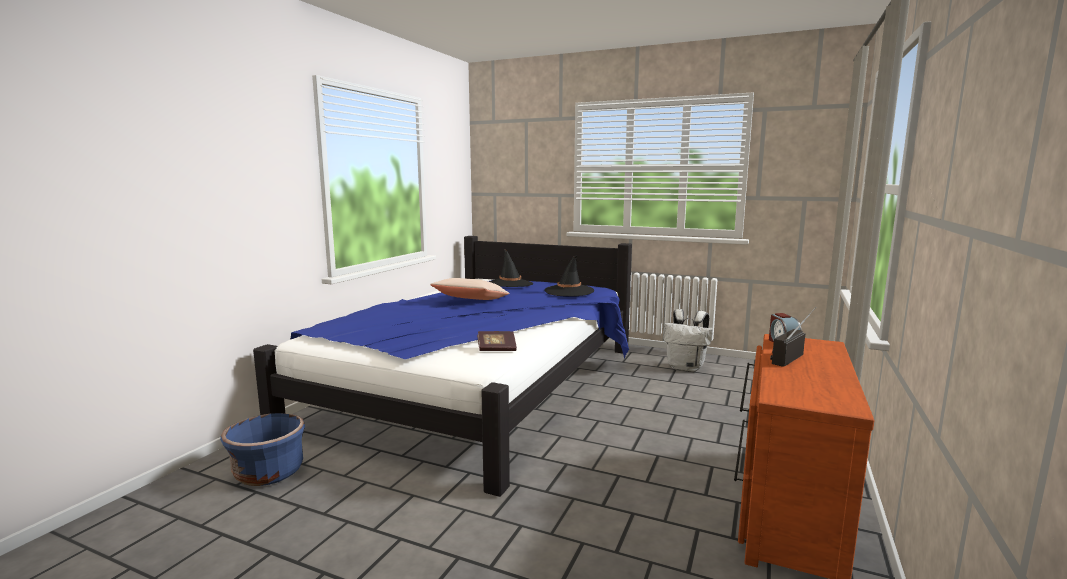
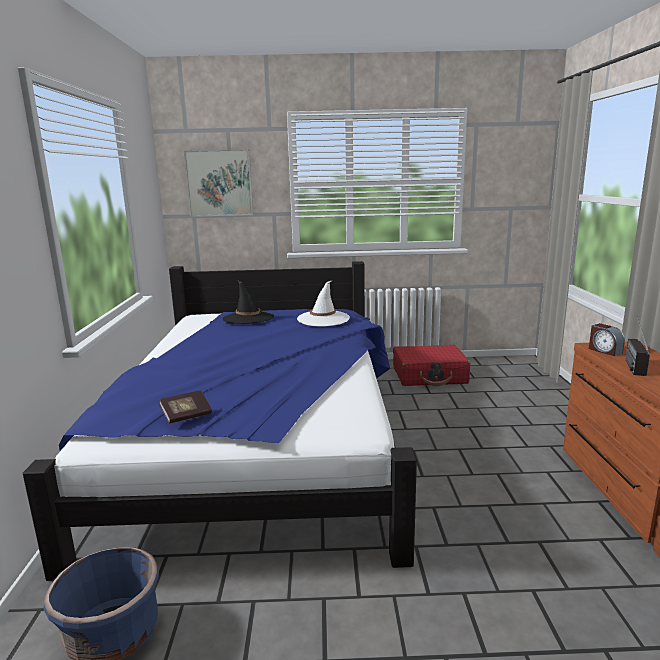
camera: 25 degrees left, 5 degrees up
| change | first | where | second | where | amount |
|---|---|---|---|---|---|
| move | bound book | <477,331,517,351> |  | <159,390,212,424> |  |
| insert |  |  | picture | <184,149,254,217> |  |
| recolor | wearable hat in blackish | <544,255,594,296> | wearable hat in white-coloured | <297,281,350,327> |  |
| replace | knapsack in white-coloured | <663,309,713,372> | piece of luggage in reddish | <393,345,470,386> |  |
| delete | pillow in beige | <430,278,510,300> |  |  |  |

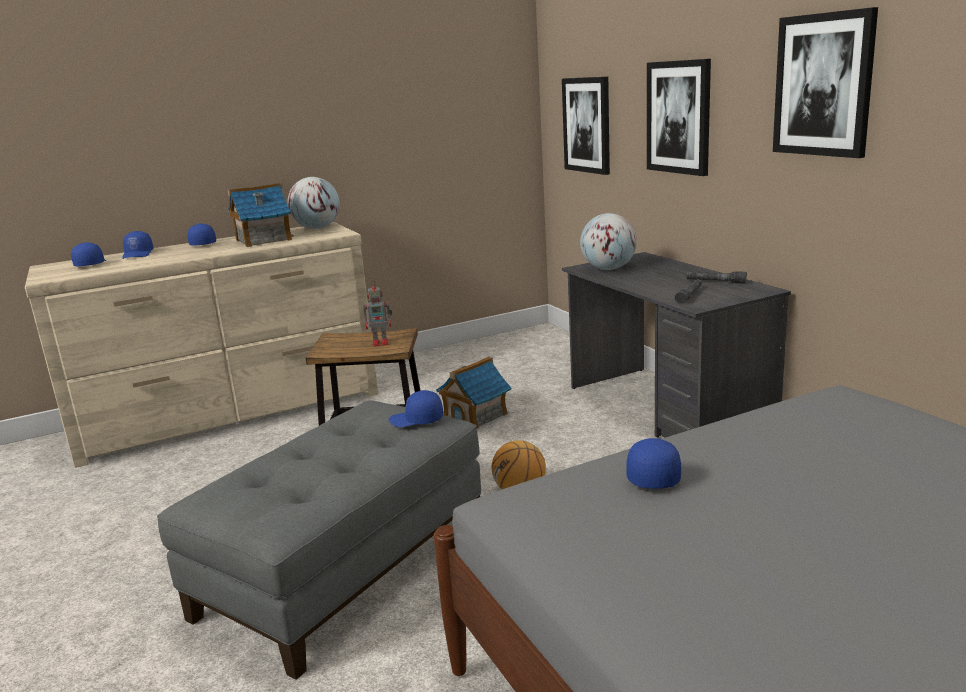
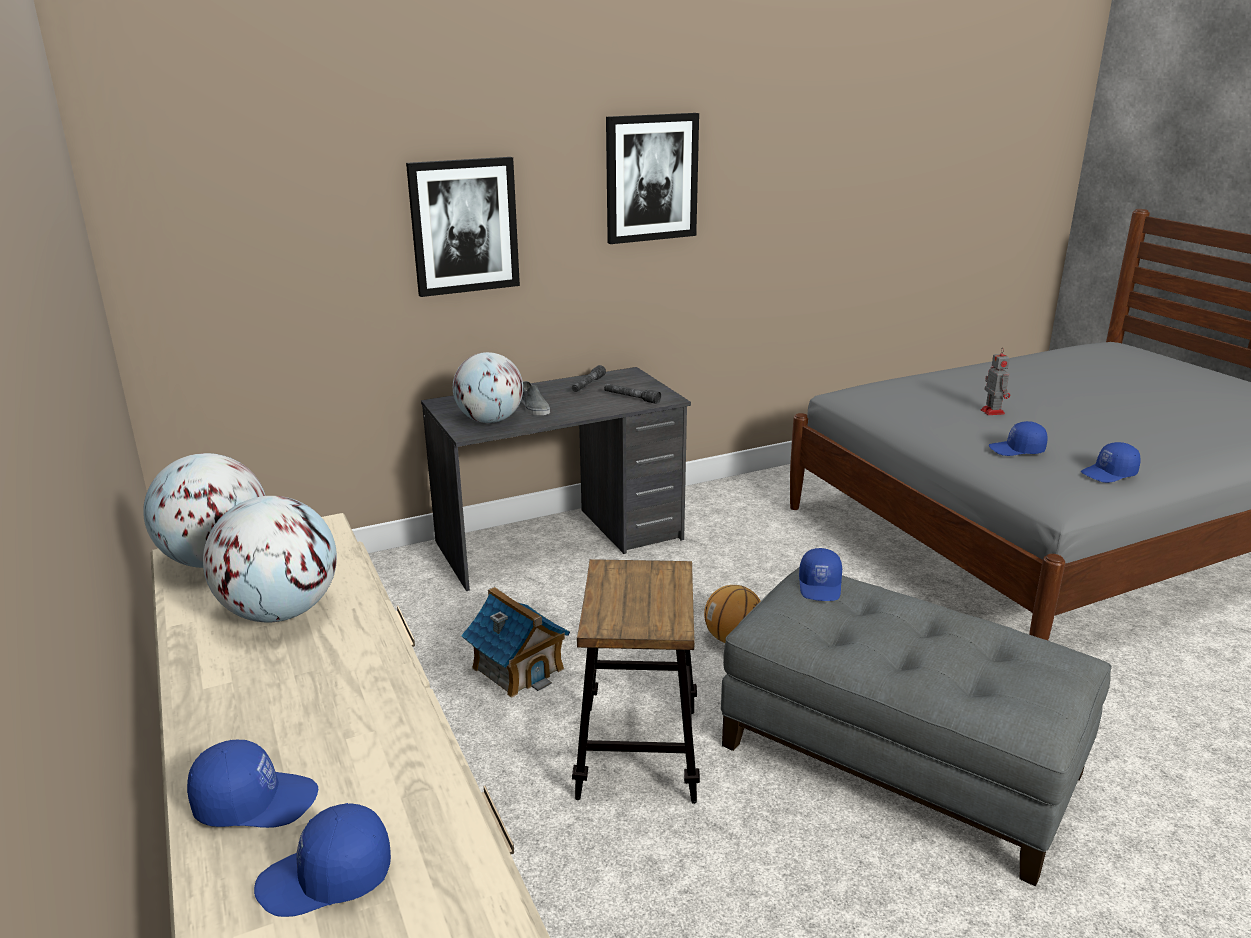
camera: 90 degrees left, 5 degrees up
| change | first | where | second | where | amount |
|---|---|---|---|---|---|
| replace | miniature house | <227,183,294,247> | world globe | <203,496,337,623> |  |
| insert |  |  | item of footwear in gray | <521,381,550,415> |  |
| move | toy robot | <363,281,392,347> |  | <981,349,1010,415> |  |
| move | cap in bluish | <188,223,216,246> |  | <1081,442,1141,483> |  |
| delete | picture | <562,77,610,175> |  |  |  |

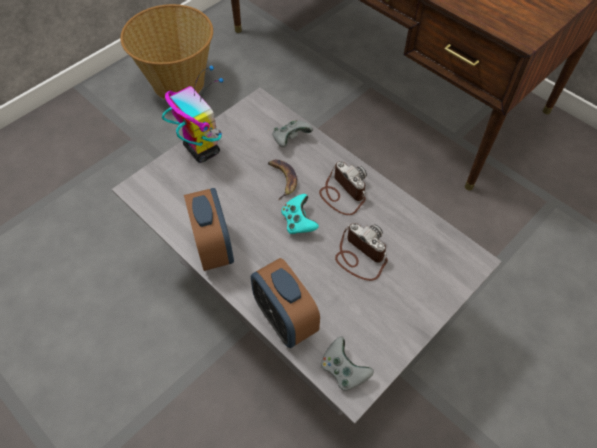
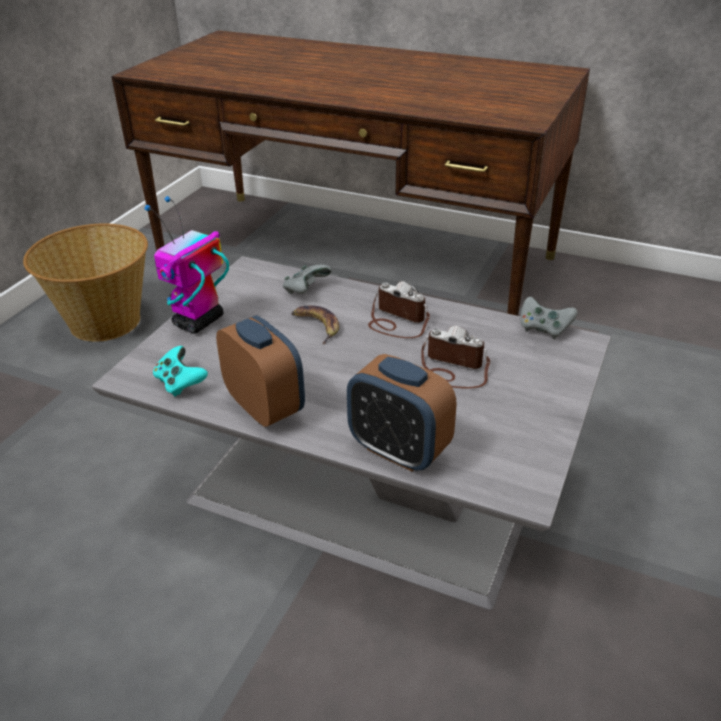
camera: 20 degrees left, 20 degrees down
| change | first | where | second | where | amount |
|---|---|---|---|---|---|
| rotate | toy robot | <162,66,224,163> |  | <145,196,229,334> | 90 degrees counterclockwise |
| move | gamepad in turquoise | <281,194,319,234> |  | <153,346,208,397> |  |
| move | gamepad in gray | <321,336,374,391> |  | <521,297,577,339> |  |

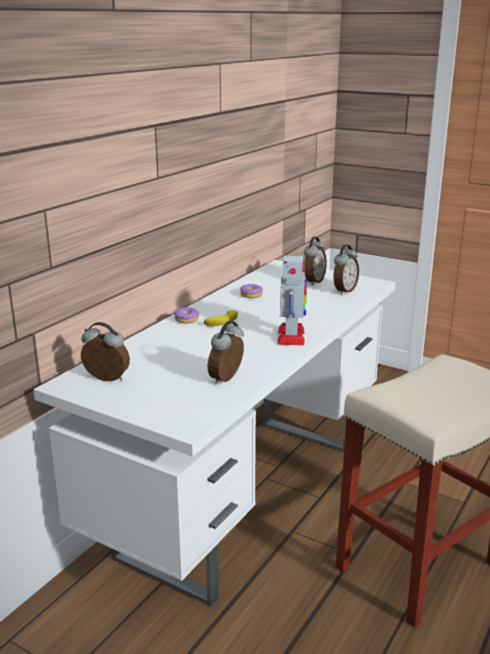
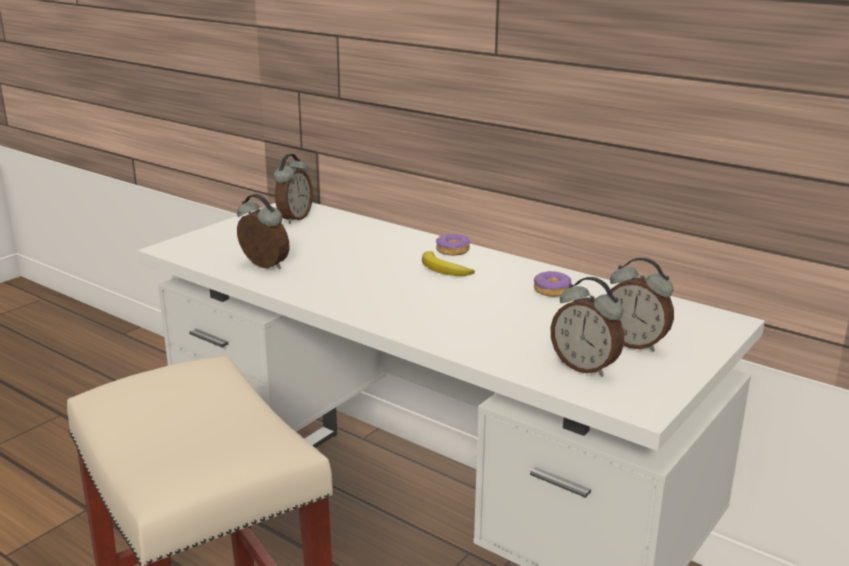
camera: 95 degrees right, 0 degrees up
| change | first | where | second | where | amount |
|---|---|---|---|---|---|
| delete | toy robot | <277,252,307,346> |  |  |  |

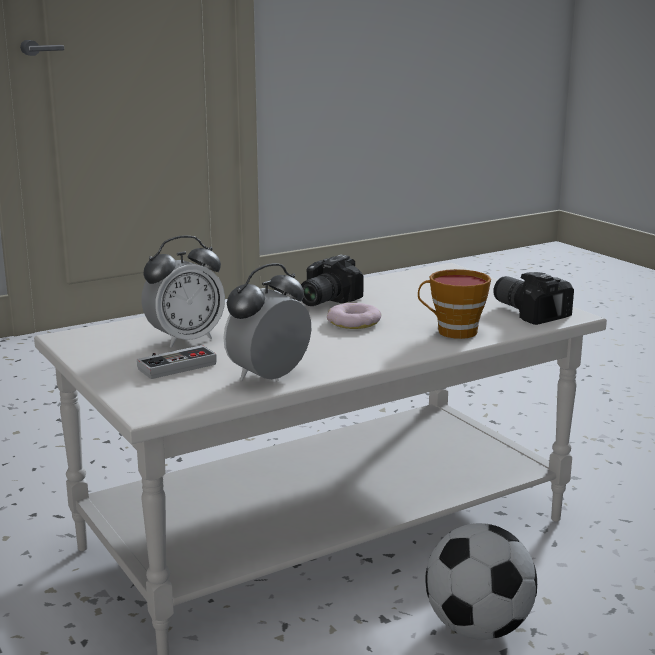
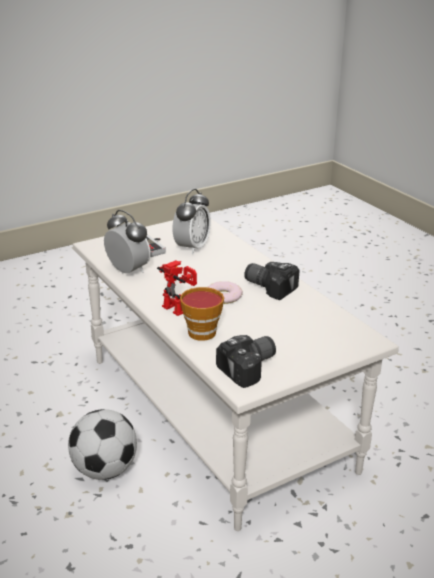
camera: 90 degrees right, 10 degrees up
| change | first | where | second | where | amount |
|---|---|---|---|---|---|
| insert |  |  | toy robot | <157,260,197,316> |  |
| rotate | alarm clock | <141,236,225,348> |  | <172,189,211,254> | 120 degrees counterclockwise |

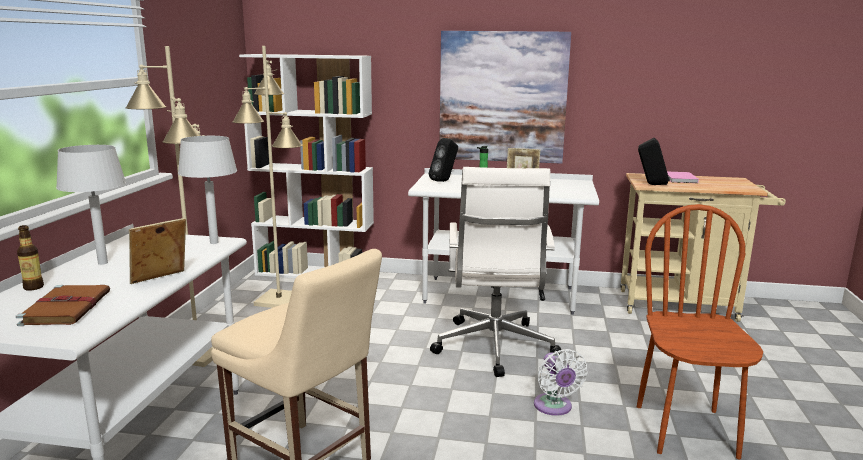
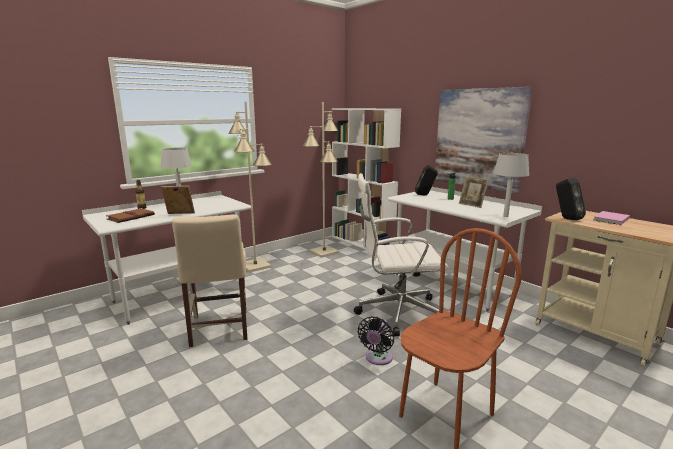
camera: 40 degrees right, 0 degrees up
| change | first | where | second | where | amount |
|---|---|---|---|---|---|
| rotate | computer chair in white-coloured | <430,167,561,377> |  | <354,173,448,336> | 45 degrees clockwise |
| recolor | fan in white-coloured | <534,349,588,416> | fan in blackish | <358,316,394,365> |  |
| move | lamp for a table in gray | <178,136,237,244> |  | <493,153,529,217> |  |

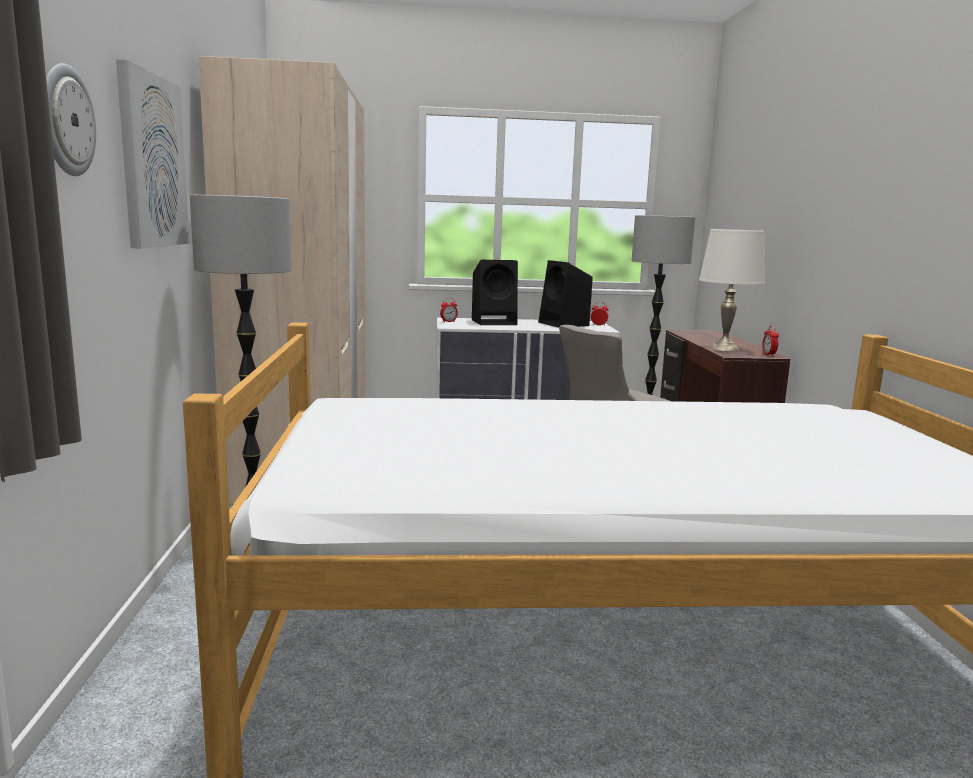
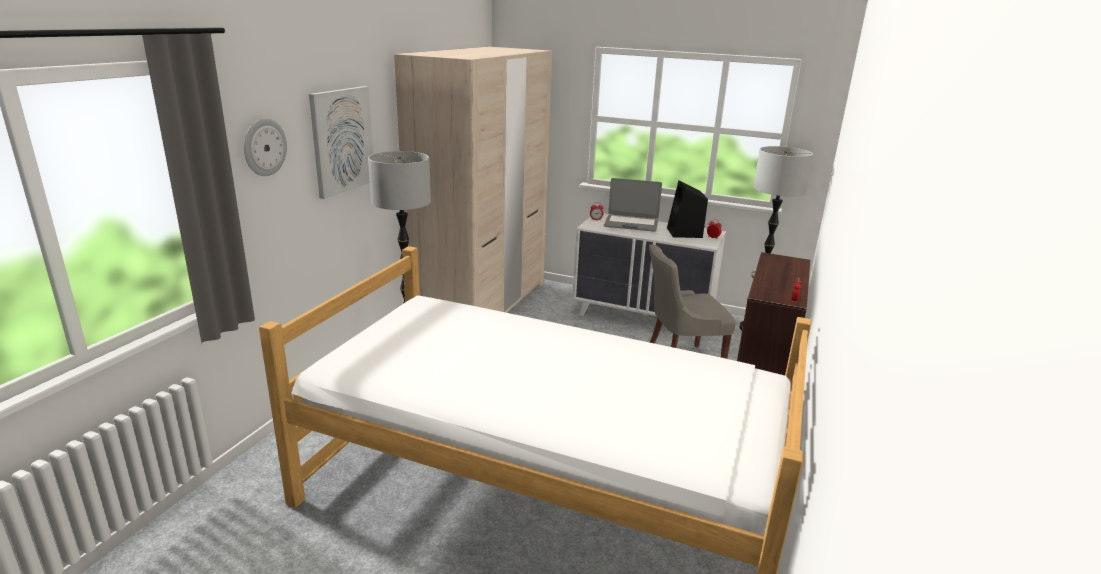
camera: 25 degrees right, 10 degrees up
| change | first | where | second | where | amount |
|---|---|---|---|---|---|
| replace | speaker in blackish | <472,260,518,325> | portable computer | <604,178,662,232> |  |
| delete | lamp for a table in white-coloured | <699,229,765,351> |  |  |  |

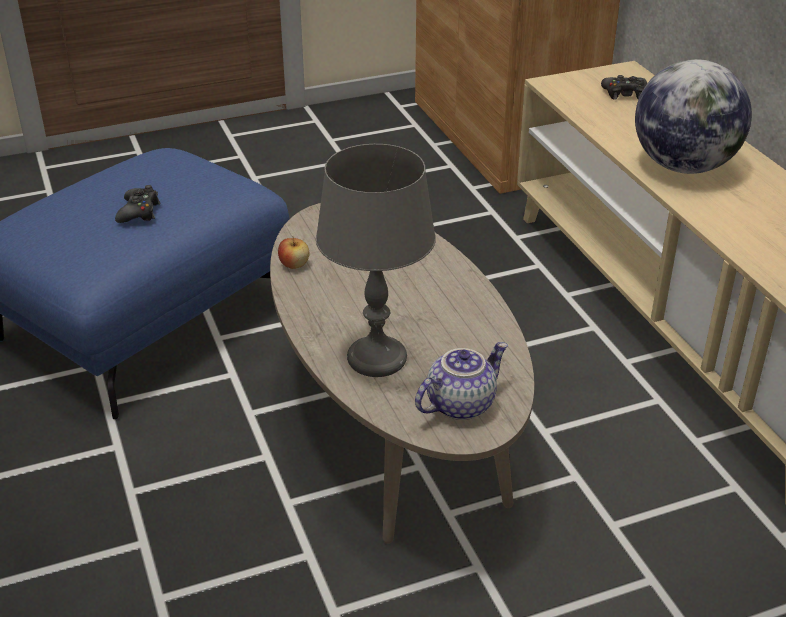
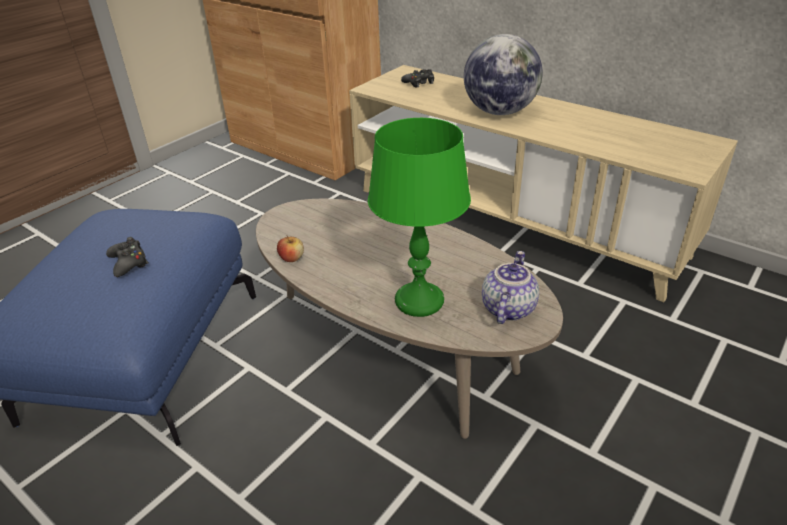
camera: 30 degrees left, 0 degrees up
| change | first | where | second | where | amount |
|---|---|---|---|---|---|
| recolor | lamp for a table in gray | <316,144,436,377> | lamp for a table in green | <368,118,471,317> |  |

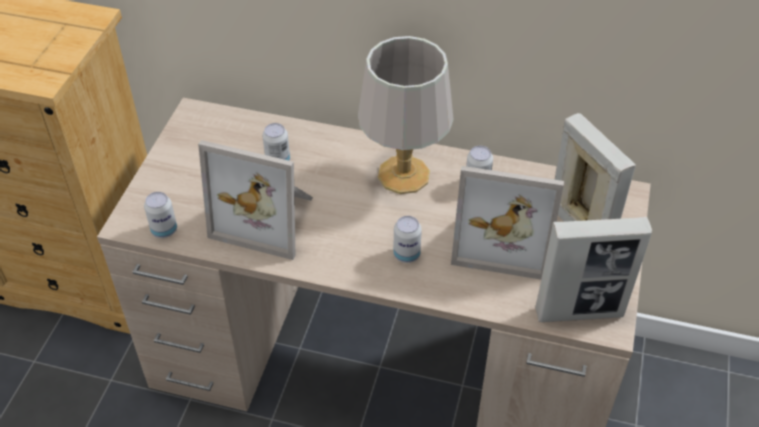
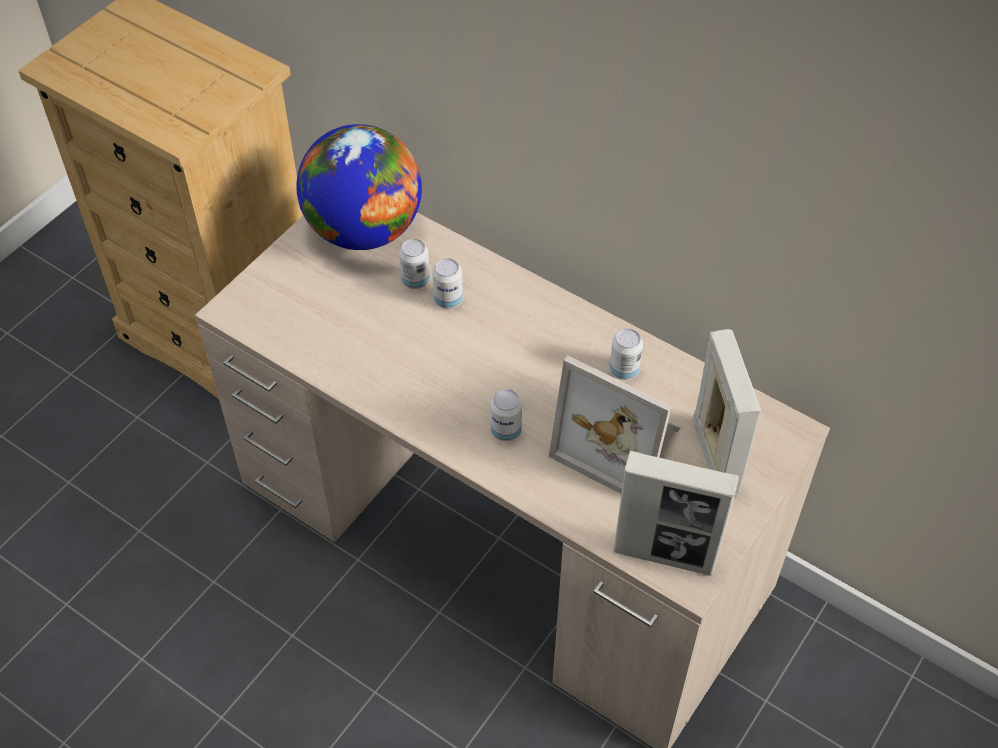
camera: 20 degrees right, 5 degrees up
| change | first | where | second | where | amount |
|---|---|---|---|---|---|
| insert |  |  | world globe | <296,124,422,250> |  |
| move | metal can | <144,192,177,238> |  | <432,258,463,309> |  |
| delete | standing frame | <198,140,313,260> |  |  |  |
| delete | lamp for a table in gray | <358,36,454,194> |  |  |  |

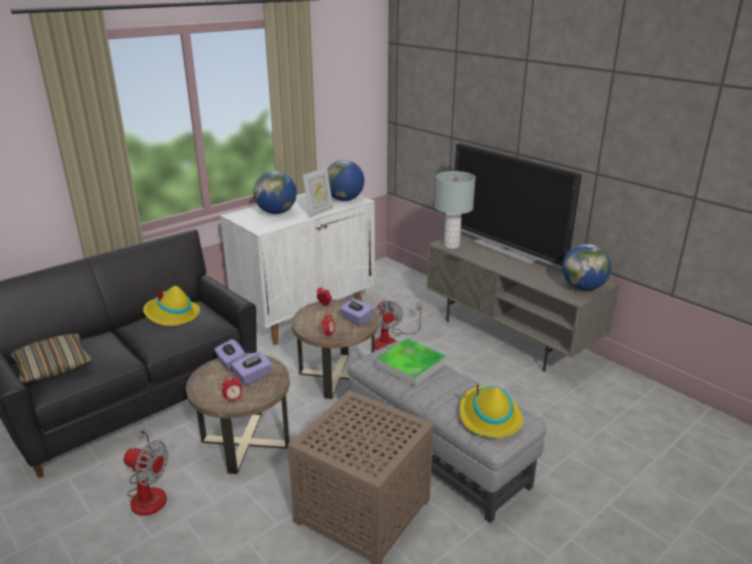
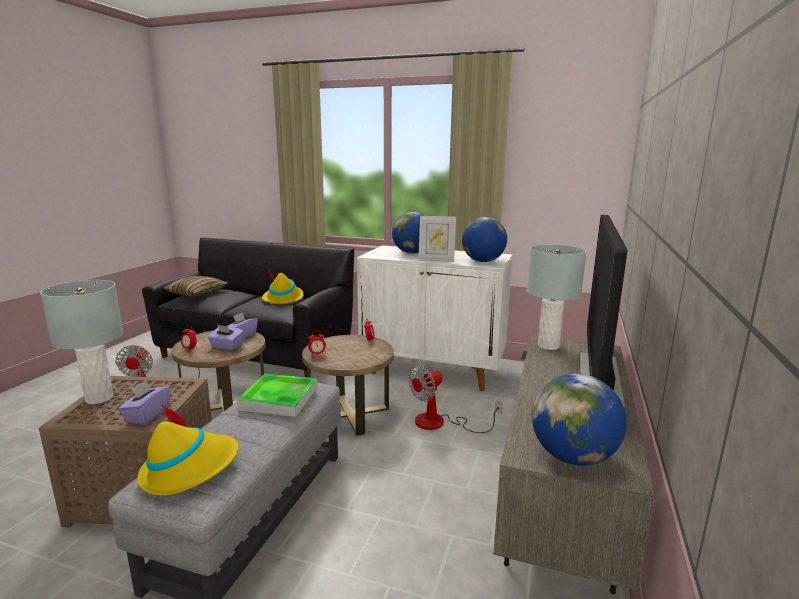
camera: 60 degrees right, 10 degrees down
| change | first | where | second | where | amount |
|---|---|---|---|---|---|
| insert |  |  | lamp for a table in gray | <40,280,123,404> |  |
| move | tissue box in purple | <340,298,373,326> |  | <118,380,171,425> |  |

